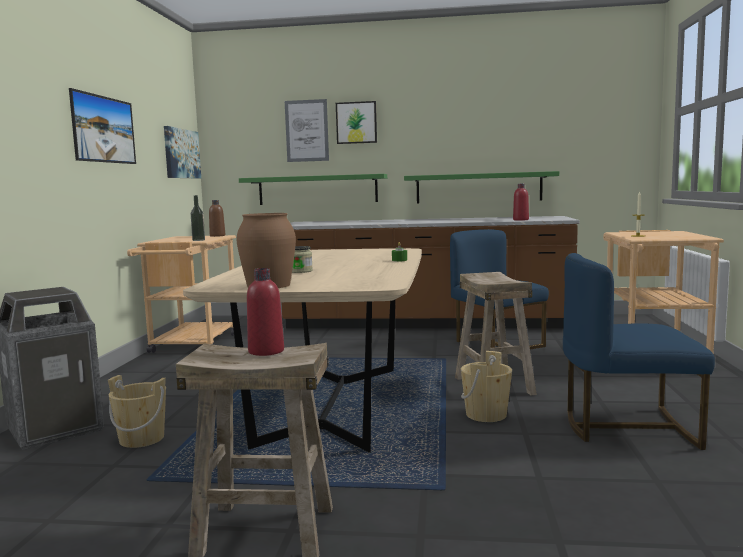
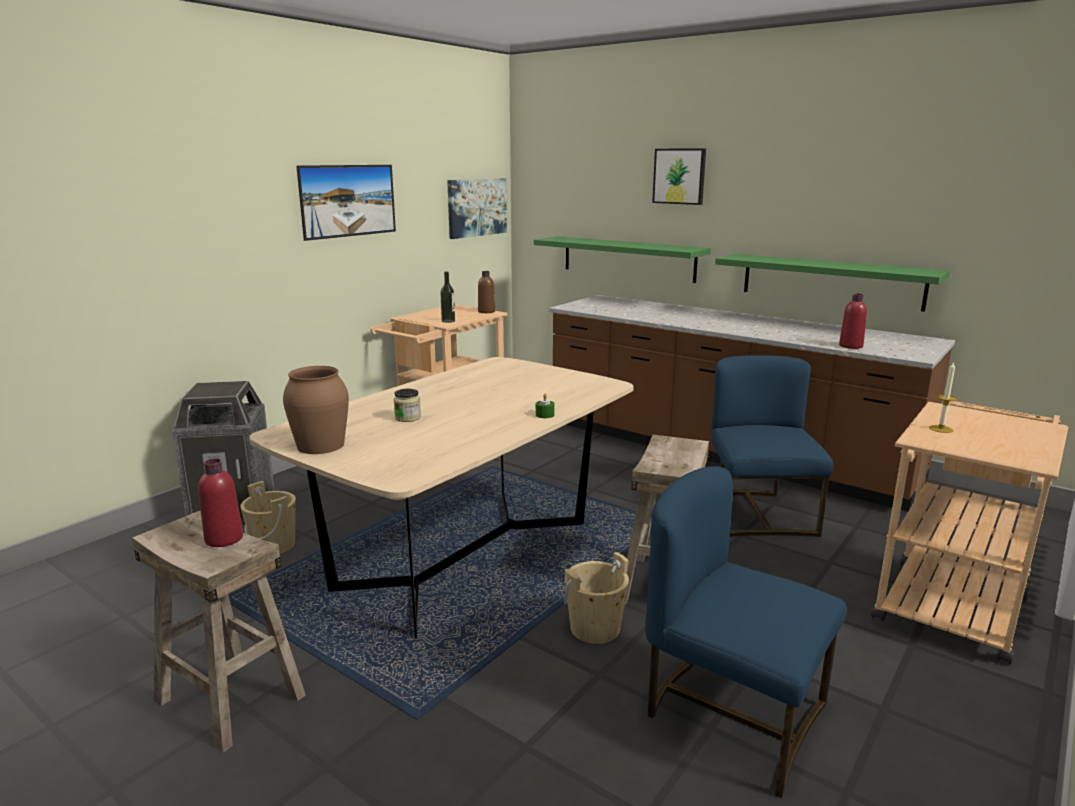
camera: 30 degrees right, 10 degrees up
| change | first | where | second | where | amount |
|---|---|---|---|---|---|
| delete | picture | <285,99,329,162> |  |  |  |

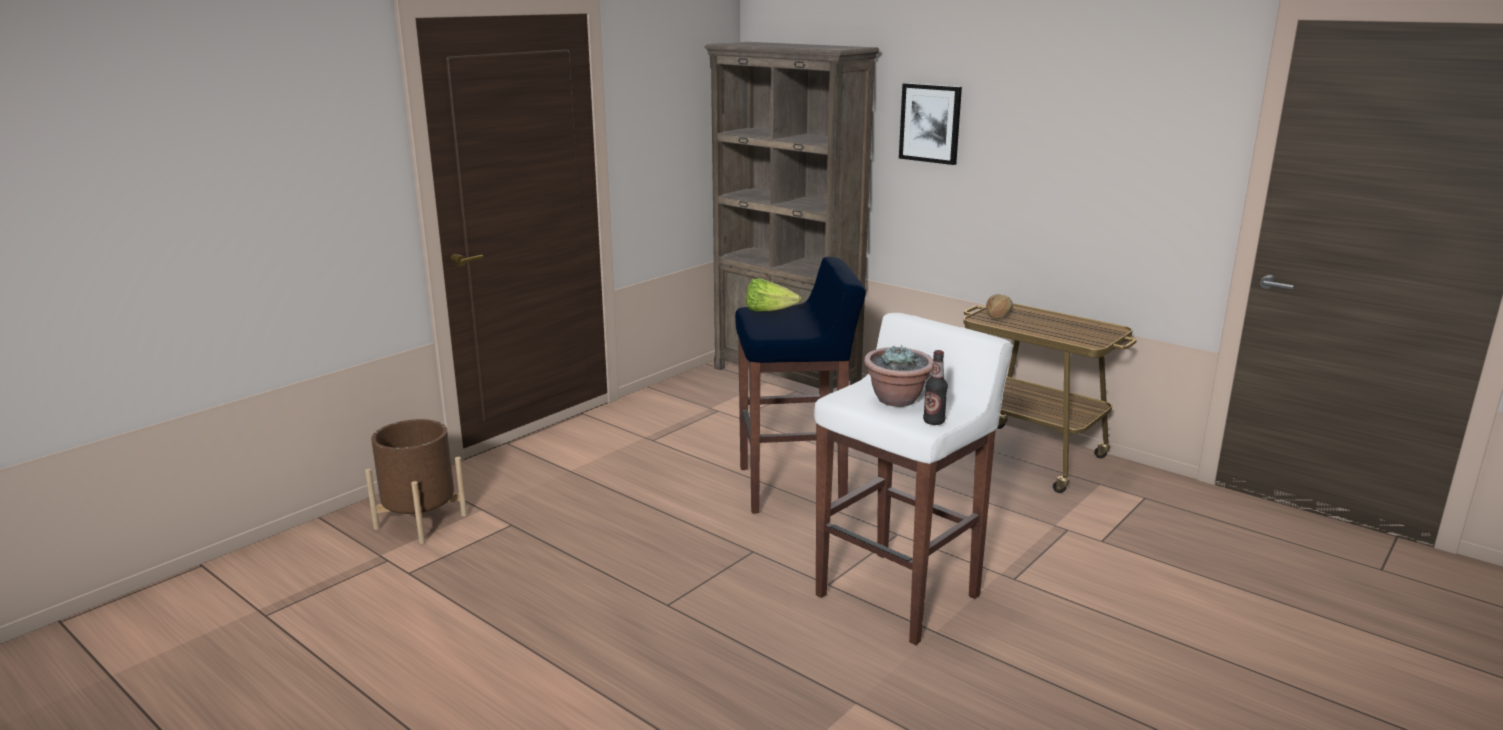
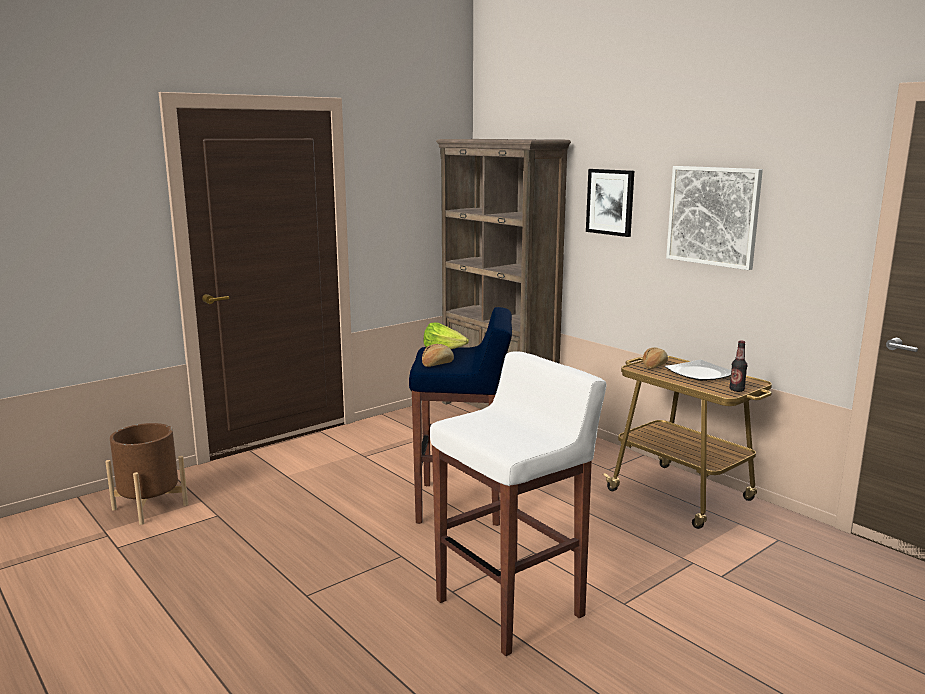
camera: 10 degrees right, 5 degrees down
| change | first | where | second | where | amount |
|---|---|---|---|---|---|
| insert |  |  | baked bread | <422,344,454,367> |  |
| insert |  |  | dinner plate | <665,360,731,381> |  |
| insert |  |  | picture | <666,166,763,270> |  |
| move | bottle | <923,350,948,425> |  | <729,340,747,392> |  |
| delete | houseplant | <864,345,933,407> |  |  |  |

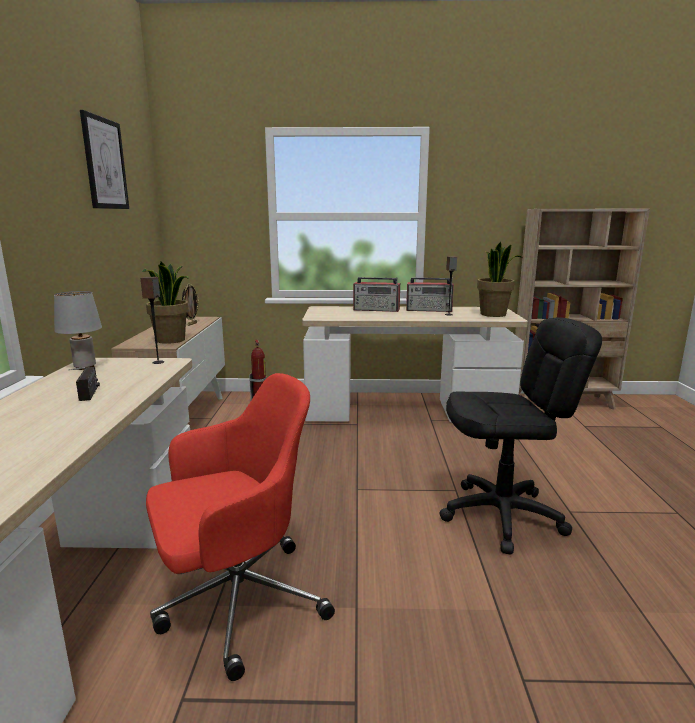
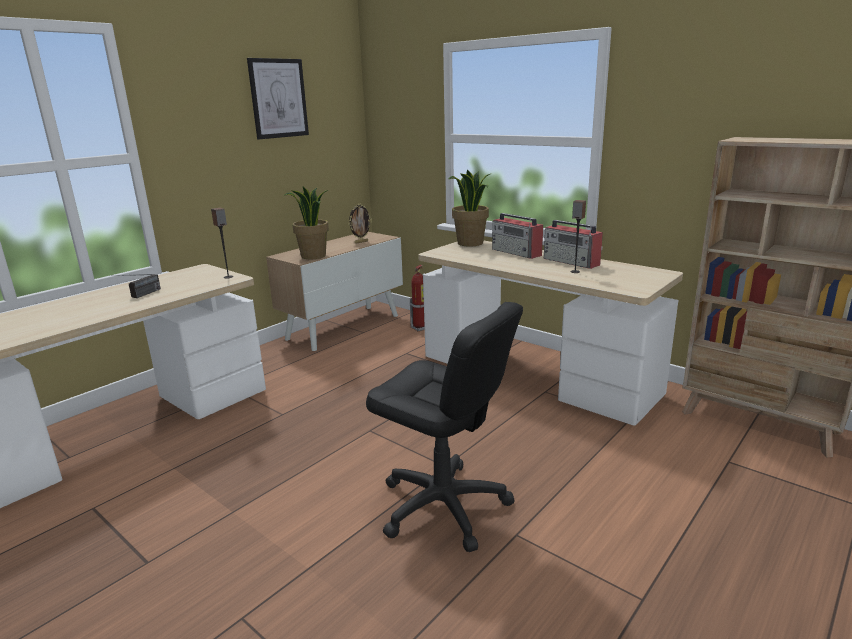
camera: 40 degrees right, 5 degrees up
| change | first | where | second | where | amount |
|---|---|---|---|---|---|
| move | houseplant | <477,242,522,317> |  | <448,169,490,246> |  |
| delete | lamp for a table in gray | <54,291,102,370> |  |  |  |
| delete | computer chair in reddish | <146,373,335,681> |  |  |  |

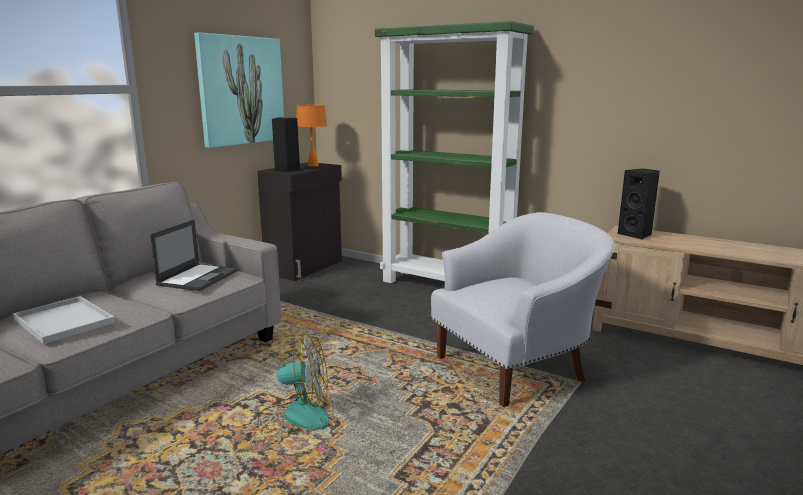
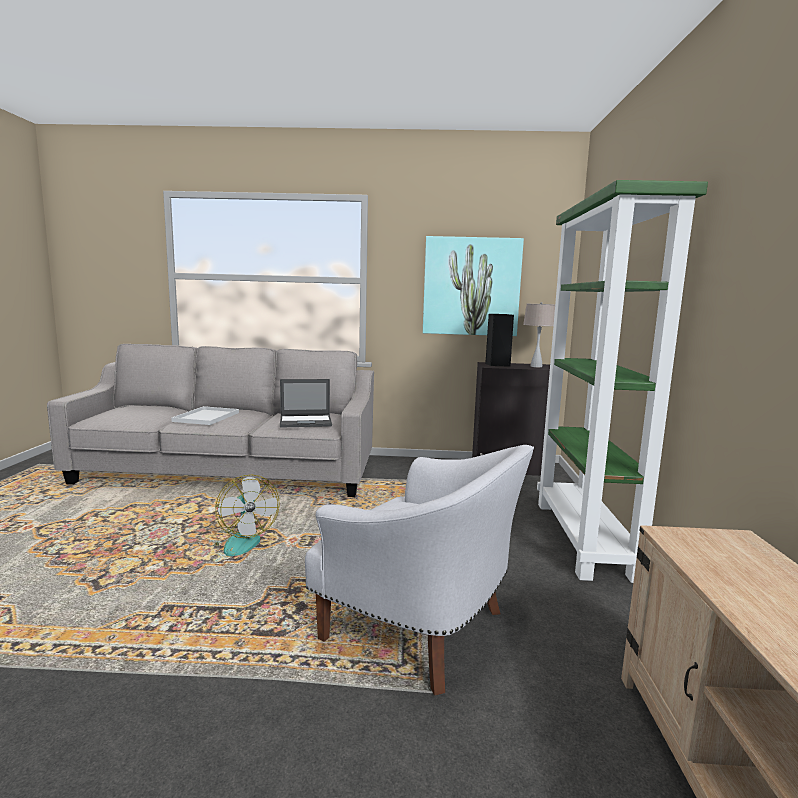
camera: 60 degrees right, 5 degrees down
| change | first | where | second | where | amount |
|---|---|---|---|---|---|
| recolor | lamp for a table in orangey | <296,104,327,167> | lamp for a table in beige | <523,302,555,367> |  |
| delete | speaker in blackish | <618,169,660,240> |  |  |  |

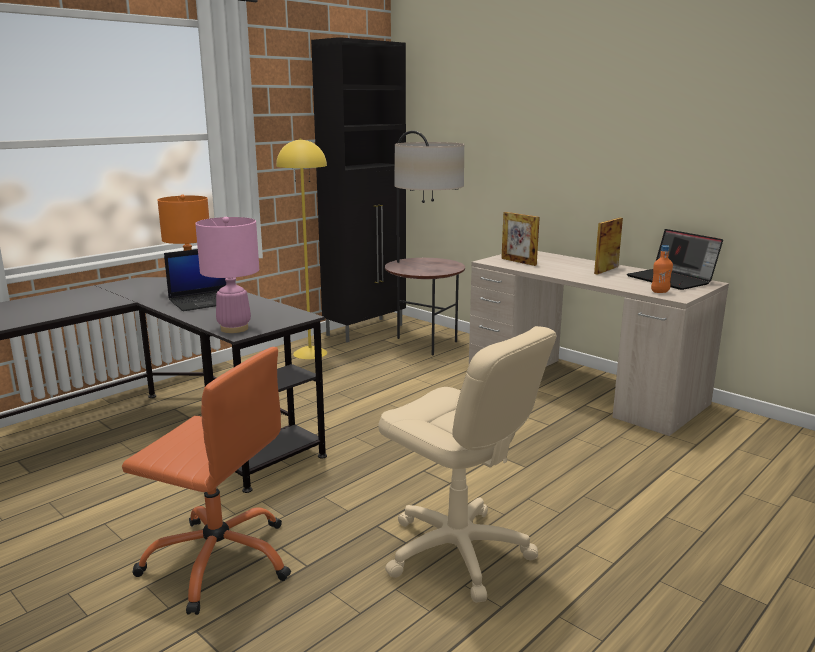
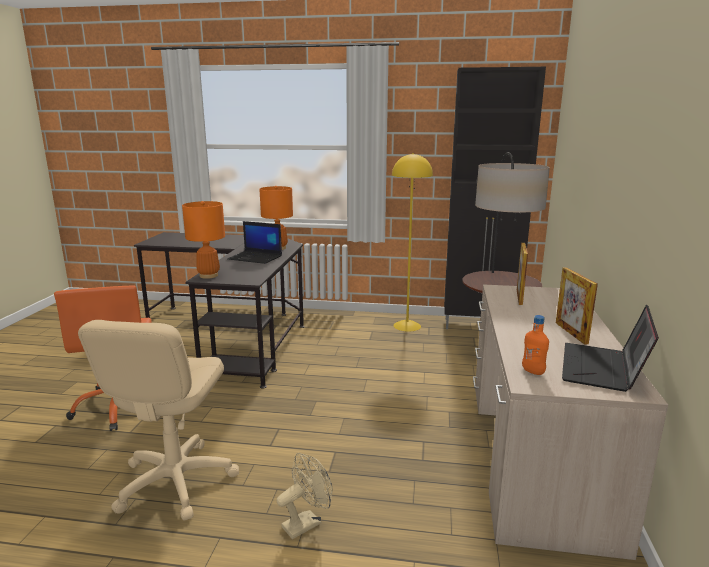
camera: 55 degrees right, 0 degrees up
| change | first | where | second | where | amount |
|---|---|---|---|---|---|
| recolor | lamp for a table in pink-coloured | <195,217,259,333> | lamp for a table in orangey | <182,201,225,279> |  |
| insert |  |  | fan in beige | <277,453,333,539> |  |
| rotate | standing frame | <594,218,623,275> |  | <556,267,598,345> | 105 degrees counterclockwise |

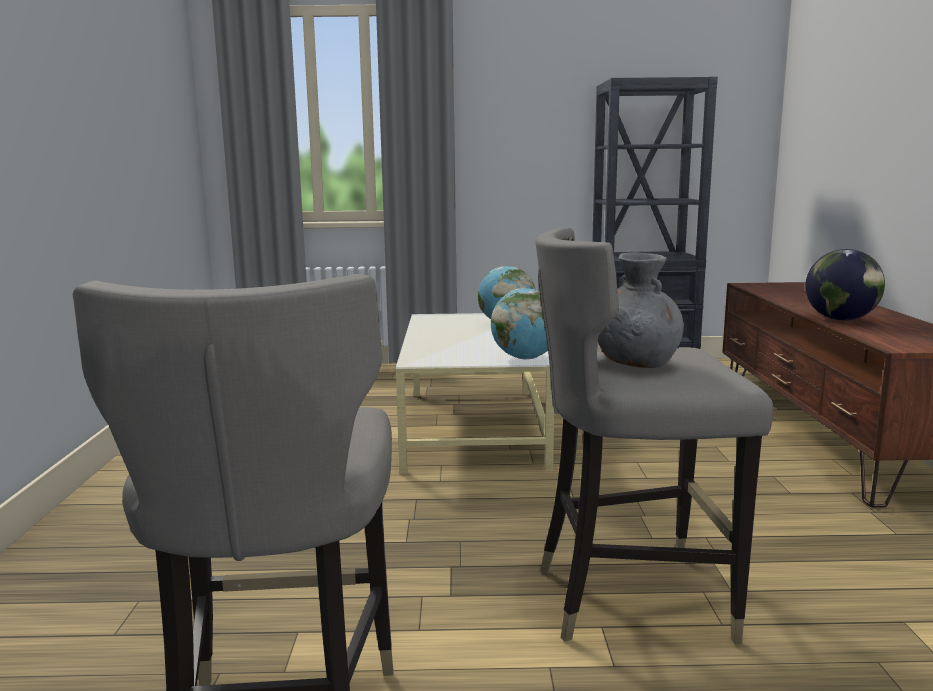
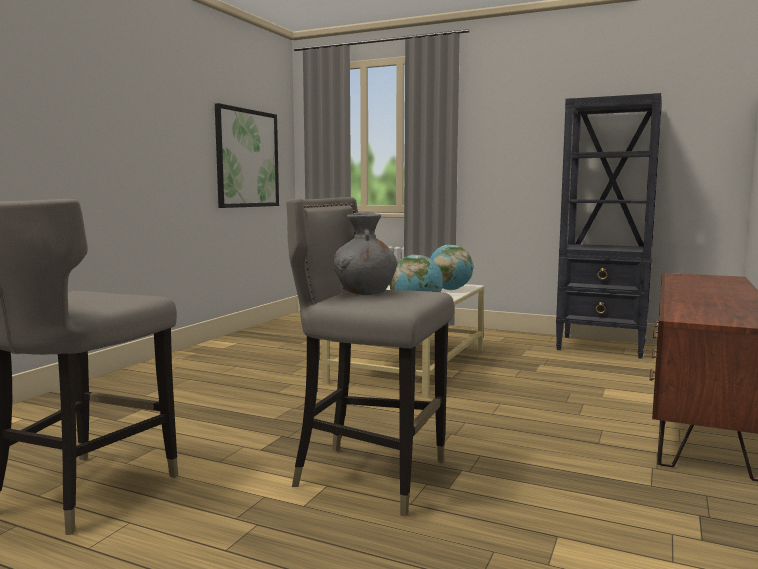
camera: 25 degrees right, 5 degrees down
| change | first | where | second | where | amount |
|---|---|---|---|---|---|
| insert |  |  | picture | <215,103,279,208> |  |
| delete | world globe | <805,249,885,321> |  |  |  |

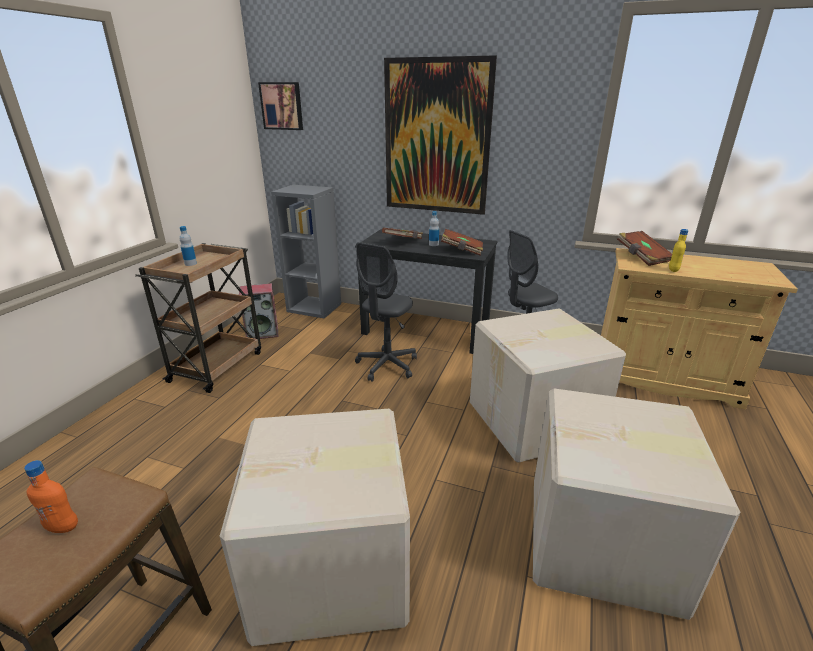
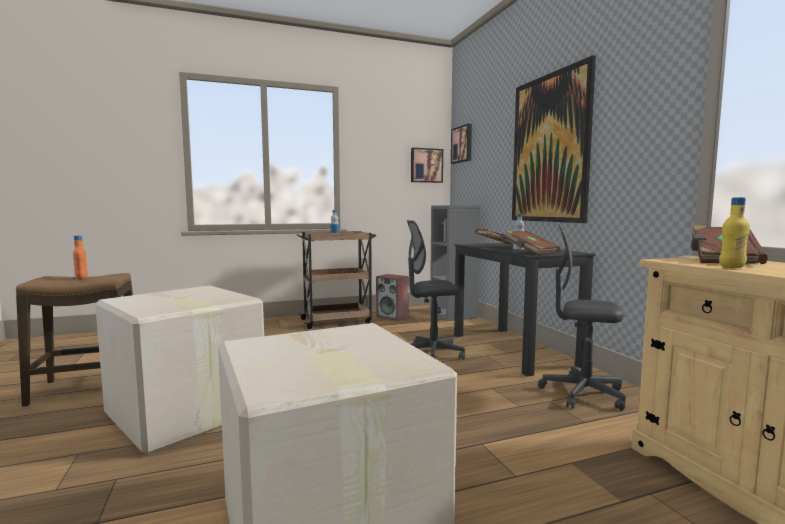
camera: 50 degrees right, 20 degrees down
| change | first | where | second | where | amount |
|---|---|---|---|---|---|
| insert |  |  | picture | <411,148,443,183> |  |
| delete | packing box | <470,308,626,463> |  |  |  |

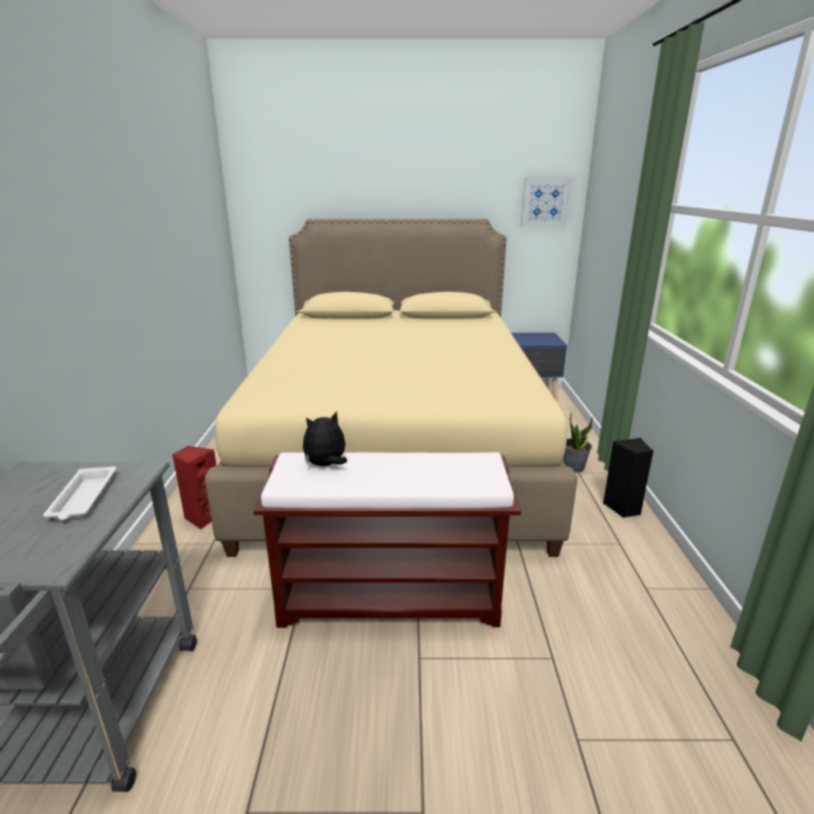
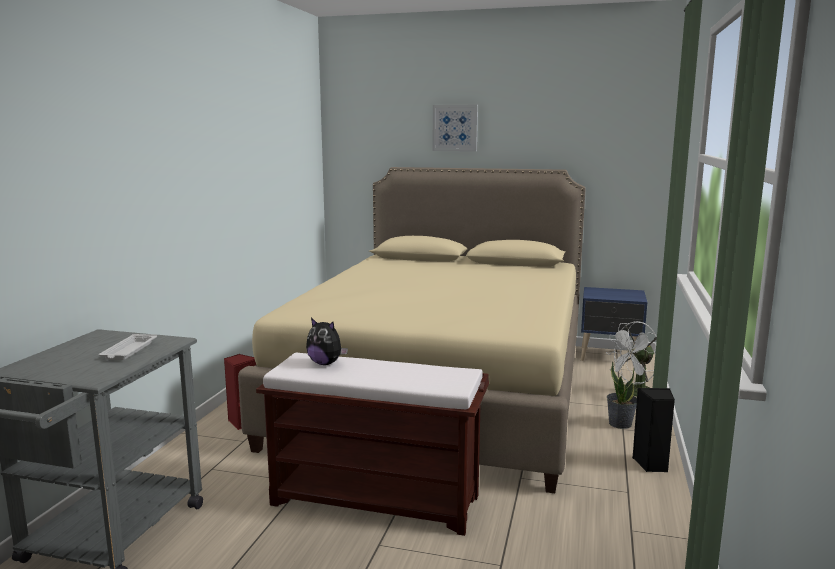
camera: 15 degrees right, 10 degrees down
| change | first | where | second | where | amount |
|---|---|---|---|---|---|
| rotate | soft toy | <303,411,347,466> |  | <306,318,348,365> | 135 degrees counterclockwise |
| move | picture | <521,177,572,227> |  | <433,105,478,151> |  |
| insert |  |  | fan in white-coloured | <606,321,657,396> |  |

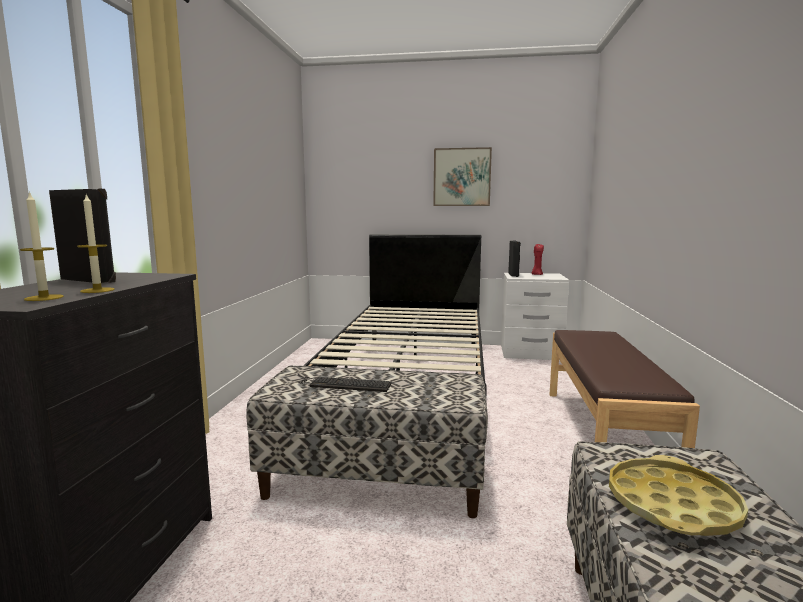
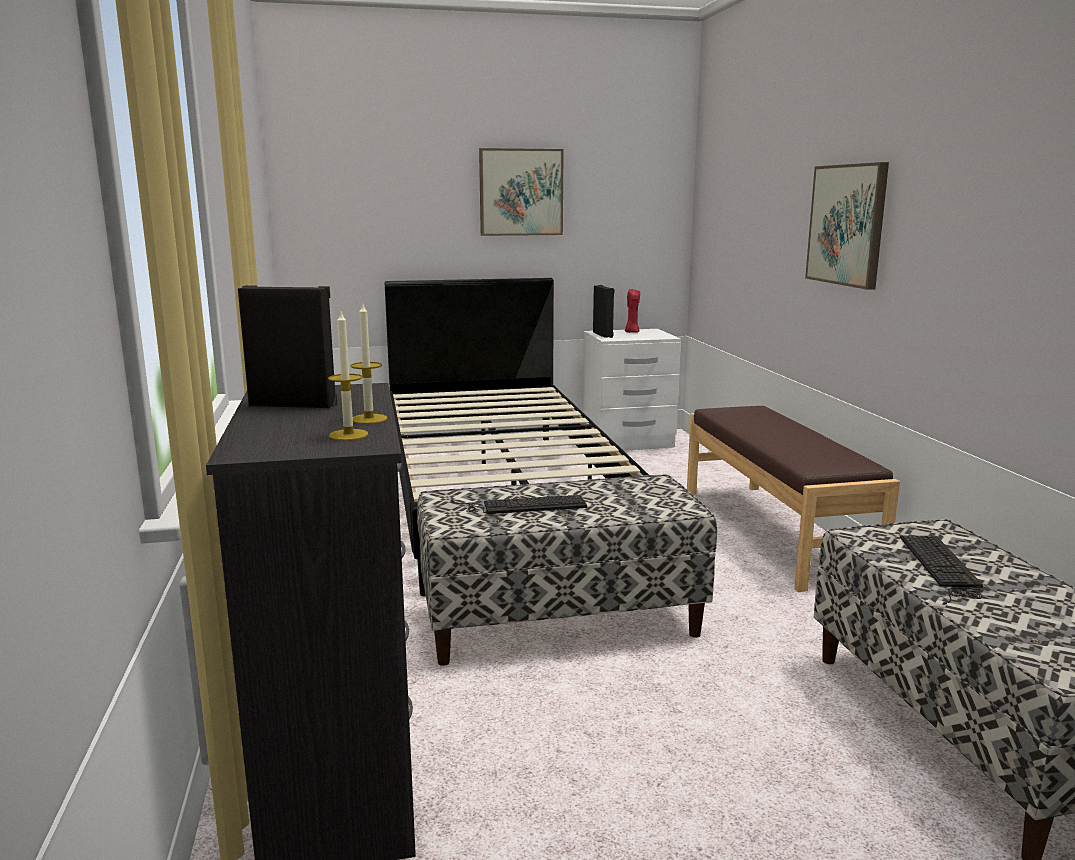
camera: 20 degrees left, 5 degrees up
| change | first | where | second | where | amount |
|---|---|---|---|---|---|
| insert |  |  | picture | <805,162,889,290> |  |
| replace | serving tray in yellow | <609,455,748,536> | keyboard | <900,536,983,605> |  |

